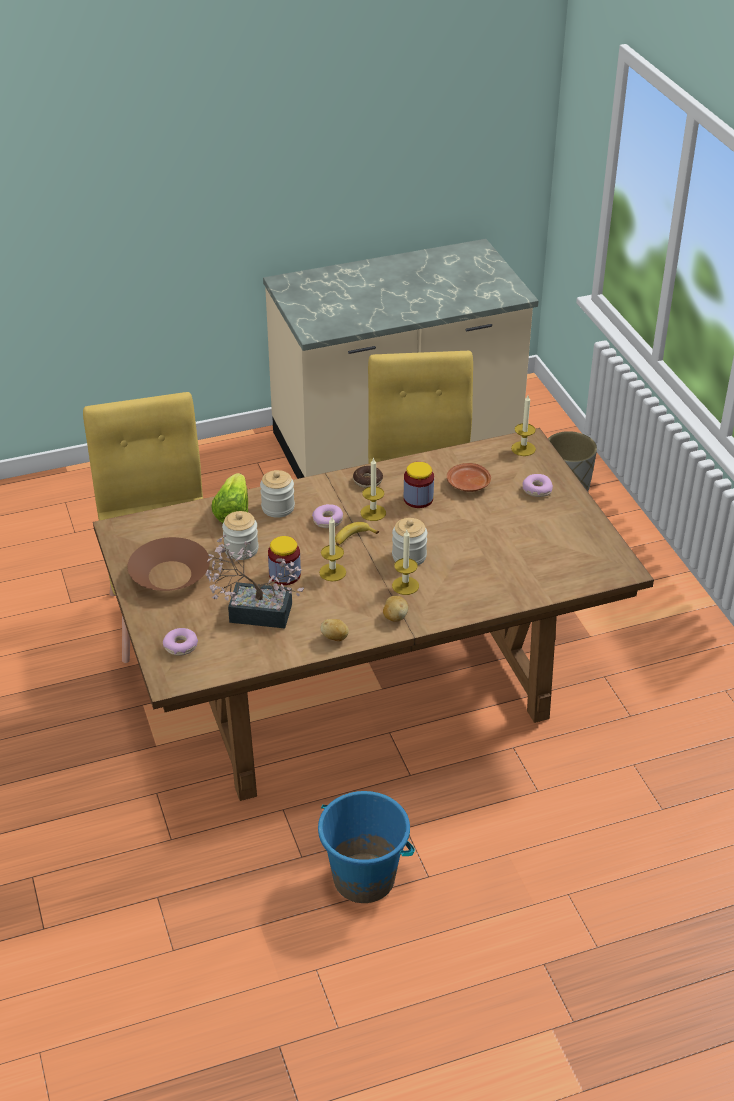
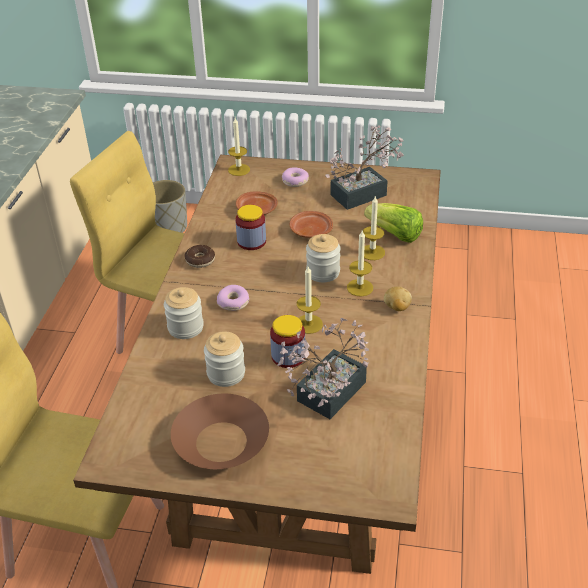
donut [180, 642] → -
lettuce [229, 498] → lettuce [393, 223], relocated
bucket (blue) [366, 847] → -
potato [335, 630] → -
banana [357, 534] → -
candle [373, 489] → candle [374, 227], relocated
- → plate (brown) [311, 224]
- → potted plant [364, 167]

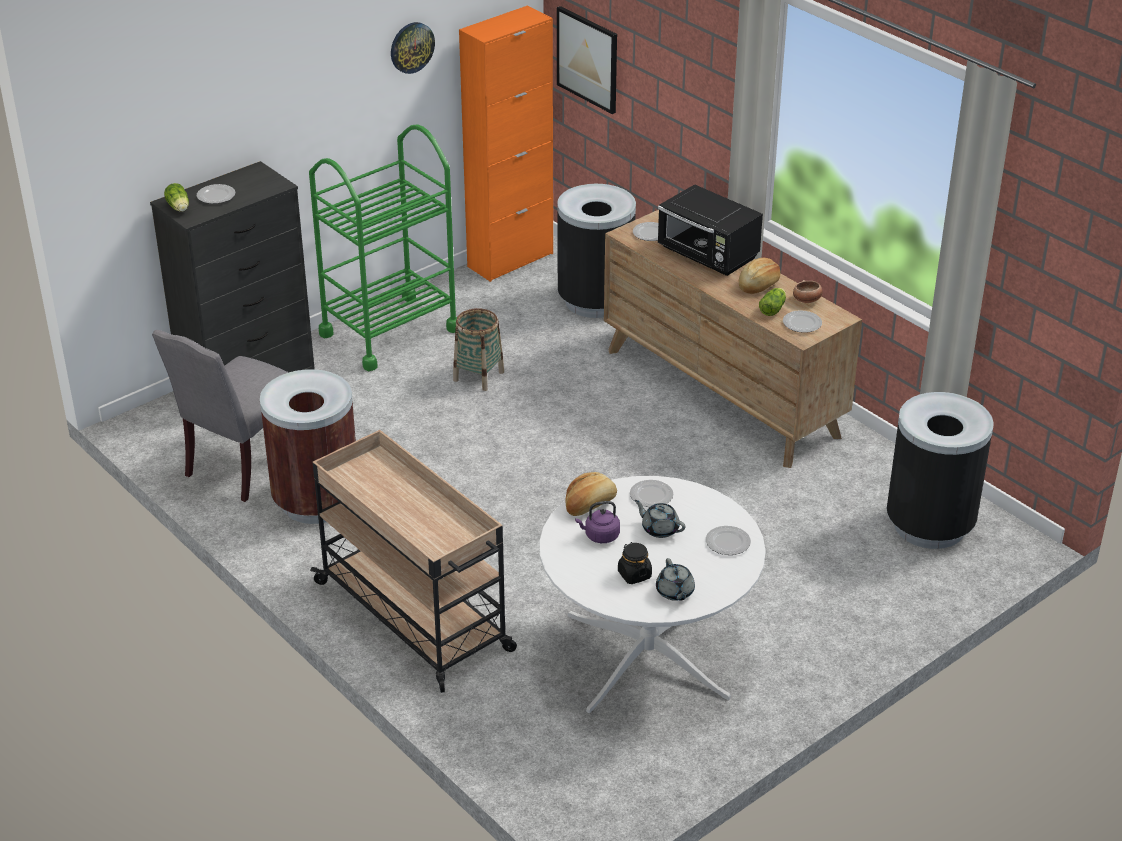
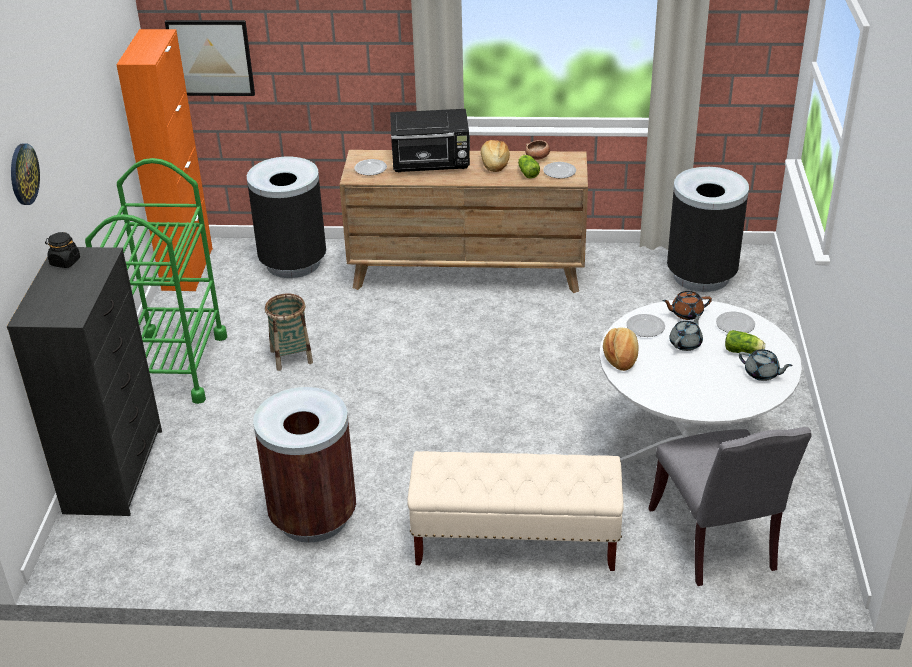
chair (grey) [220, 416] → chair (grey) [730, 506], relocated
lettuce [176, 197] → lettuce [745, 342], relocated
plate [216, 194] → -
cart (beige) [413, 561] → bench (beige) [515, 511]
wall clock [413, 48] → wall clock [25, 174], relocated
kettle (purple) [597, 522] → -
jar (black) [635, 563] → jar (black) [62, 250], relocated
teapot (grey) [659, 519] → teapot (grey) [686, 332], 135 degrees clockwise
- → teapot (brown) [687, 305]

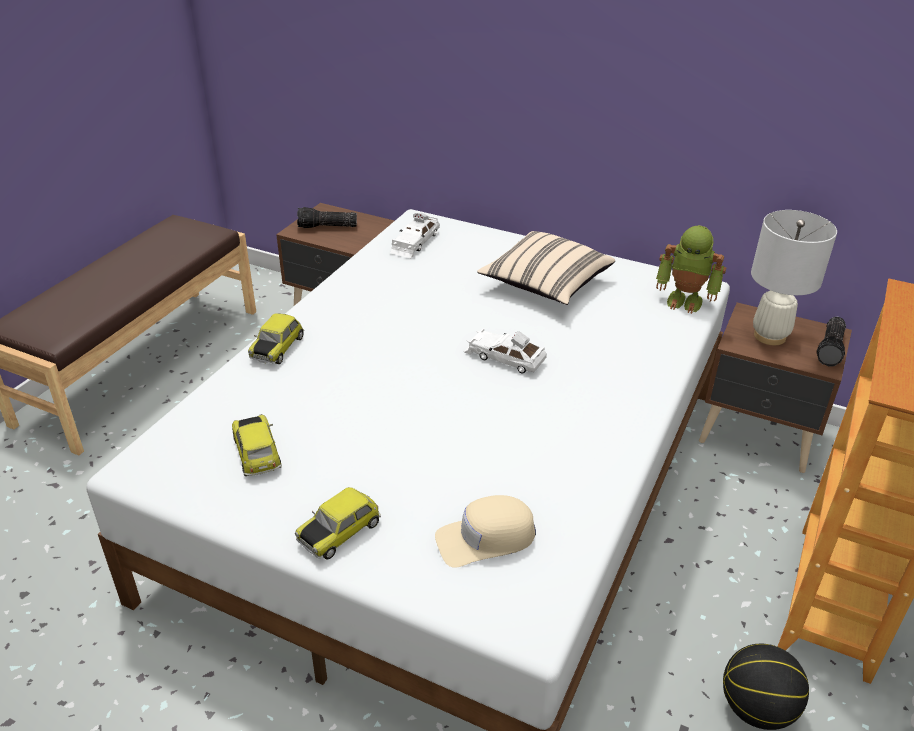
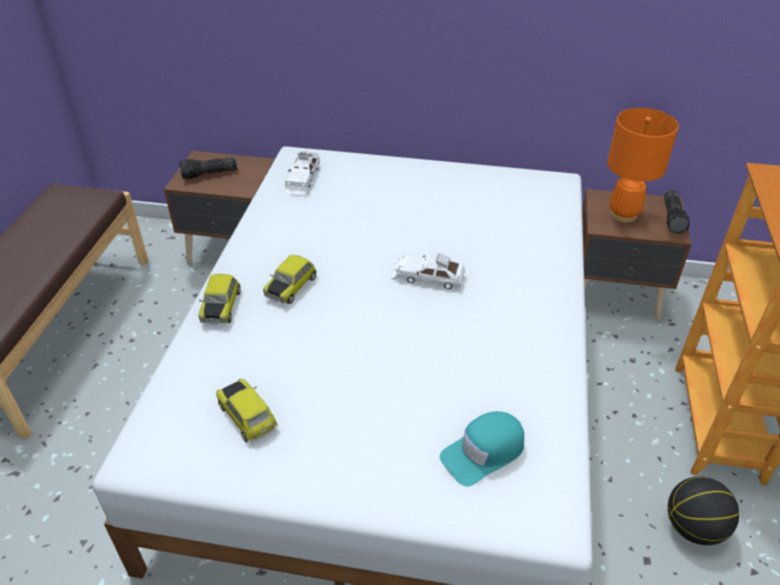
toy car [338, 523] → toy car [290, 279], relocated
cap (beige) [485, 531] → cap (turquoise) [482, 449]
pillow (beige) [546, 268] → -
toy robot [691, 269] → -
table lamp (white) [794, 277] → table lamp (orange) [643, 165]

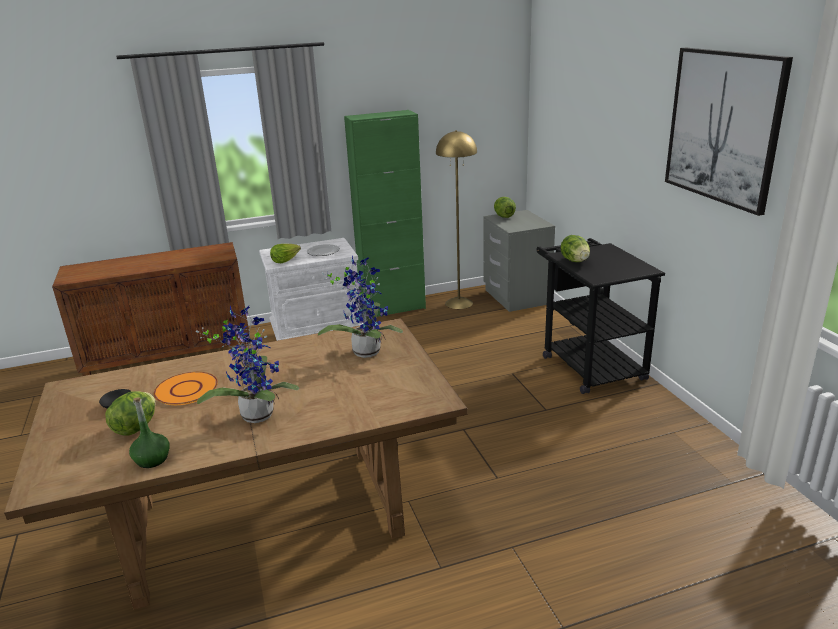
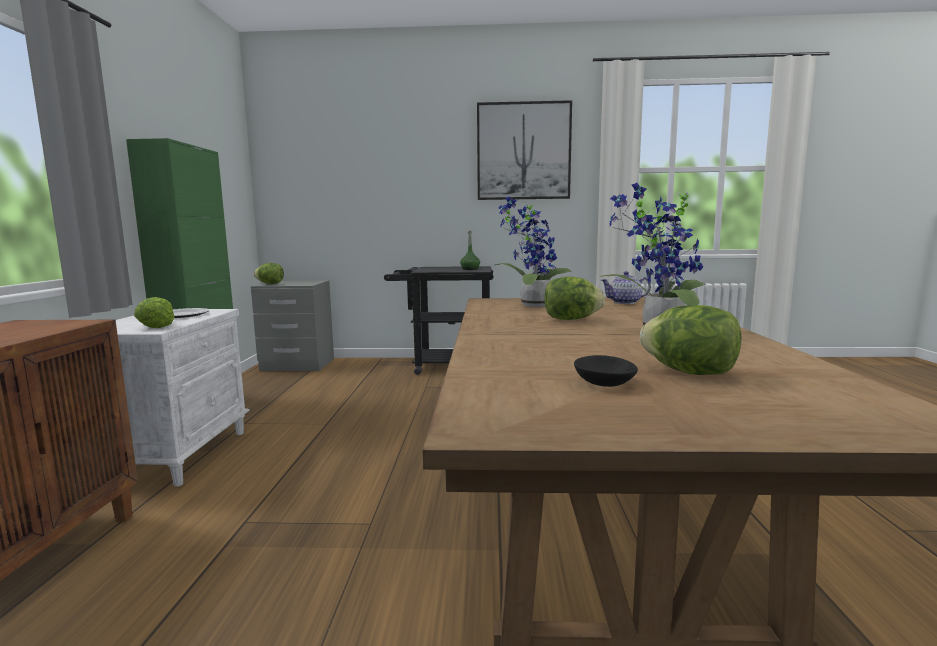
bottle (green) [149, 432] → bottle (green) [470, 250], relocated
plate (orange) [186, 388] → -
floor lamp (yellow) [456, 219] → -
lettuce [575, 248] → lettuce [574, 298], relocated
- → teapot [626, 287]

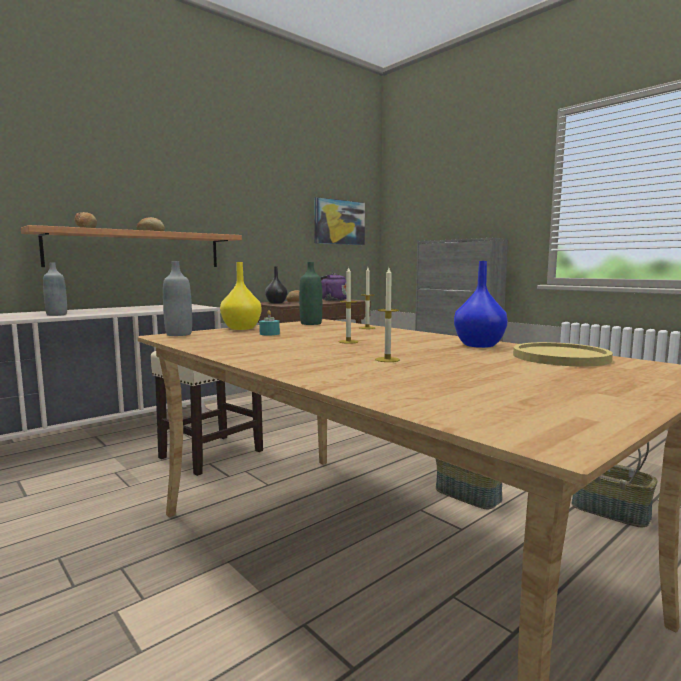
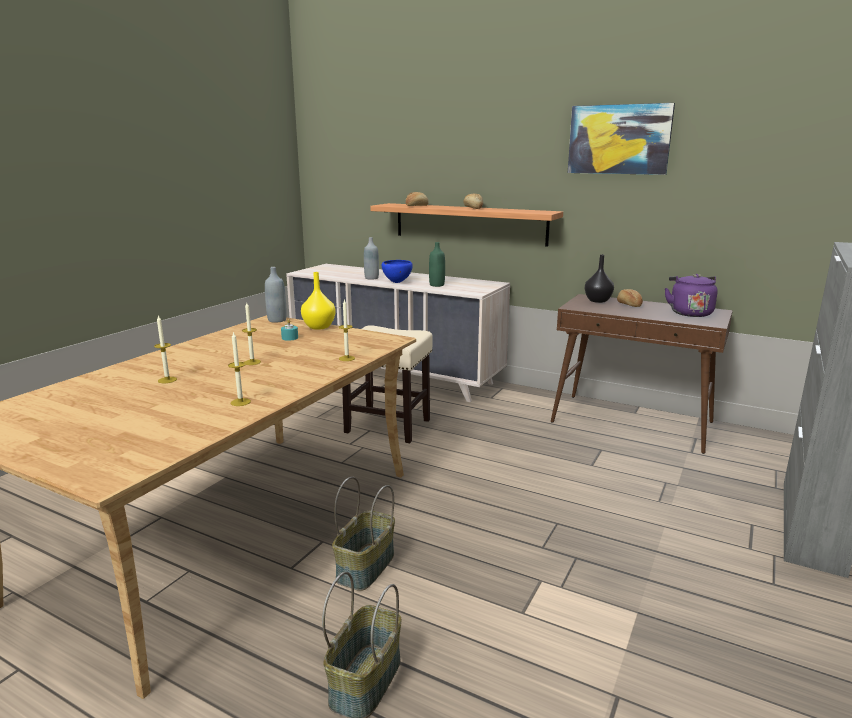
bottle (green) [310, 293] → bottle (green) [437, 264], relocated
picture [339, 221] → picture [621, 139], relocated
vase (blue) [481, 304] → candle [239, 369]
plate (yellow) [563, 354] → -
- → bowl (blue) [397, 271]

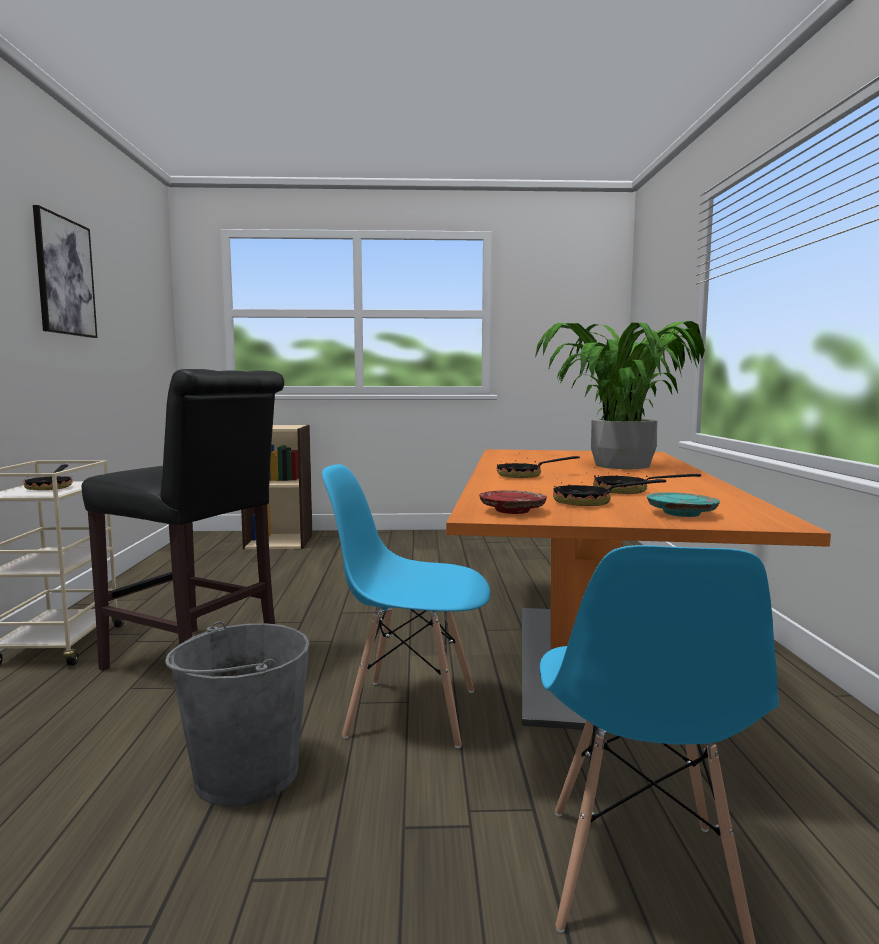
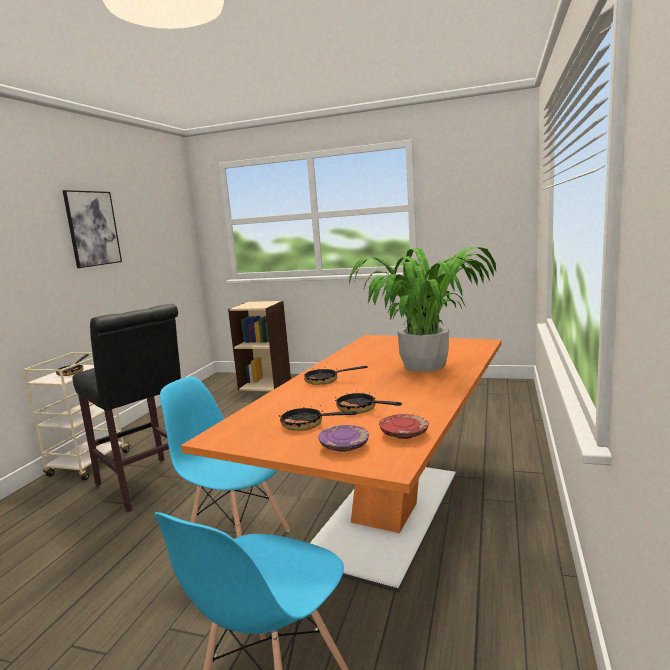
bucket (grey) [237, 714] → -
plate (red) [513, 502] → plate (red) [404, 426], relocated
plate (turquoise) [683, 504] → plate (purple) [343, 438]

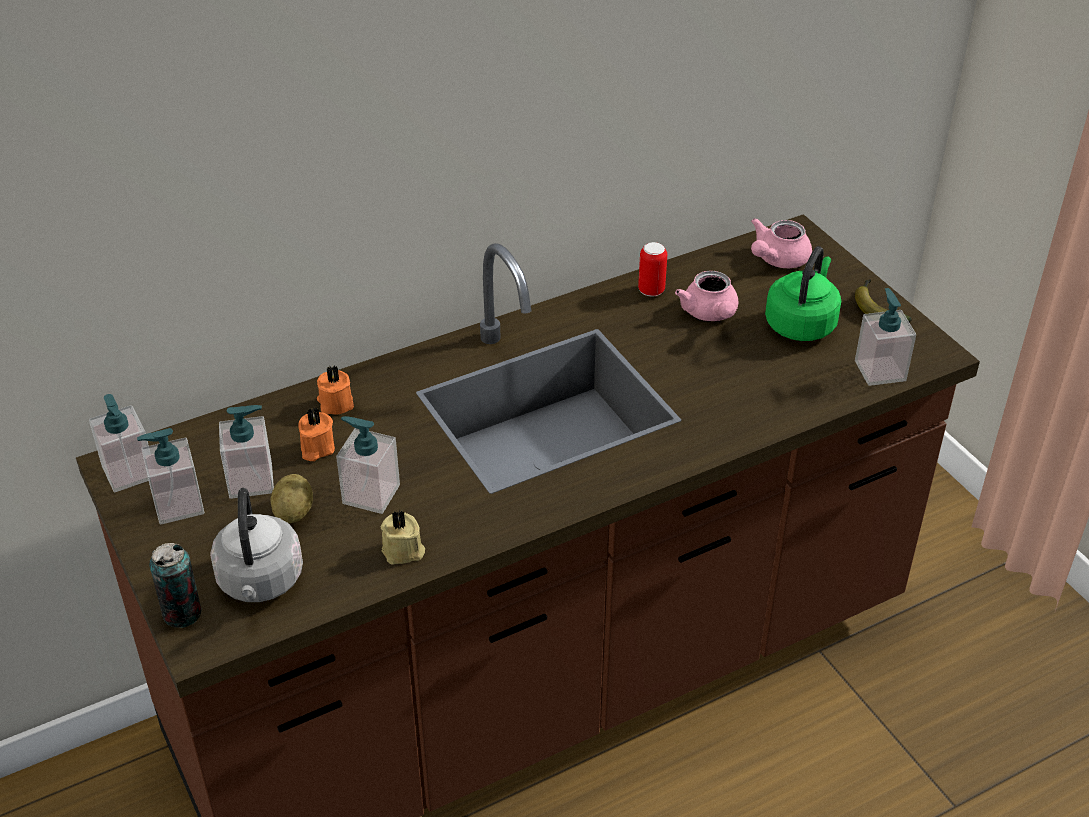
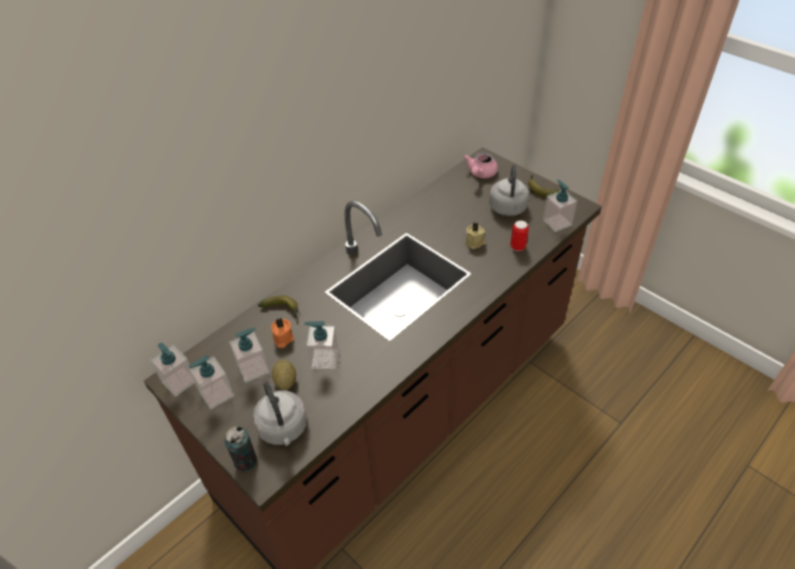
candle (orange) [335, 389] → banana [278, 306]
candle (beige) [403, 537] → candle (beige) [475, 236], relocated
can [652, 269] → can [519, 235], relocated
teapot (pink) [706, 296] → -
kettle (green) [803, 293] → kettle (grey) [509, 190]

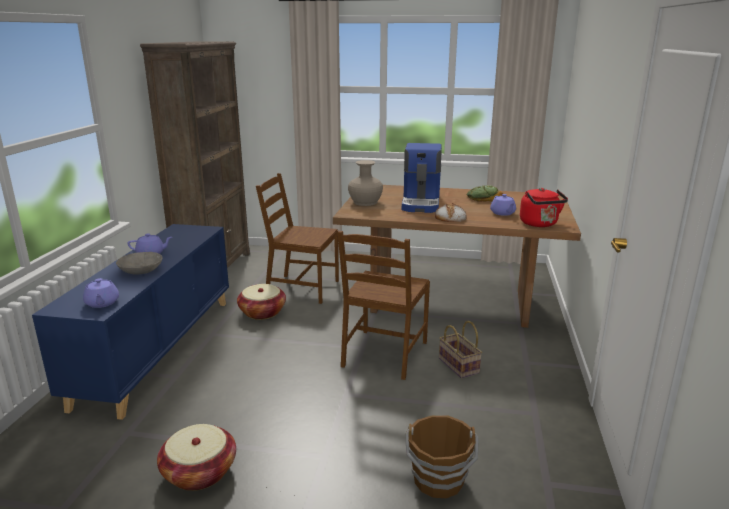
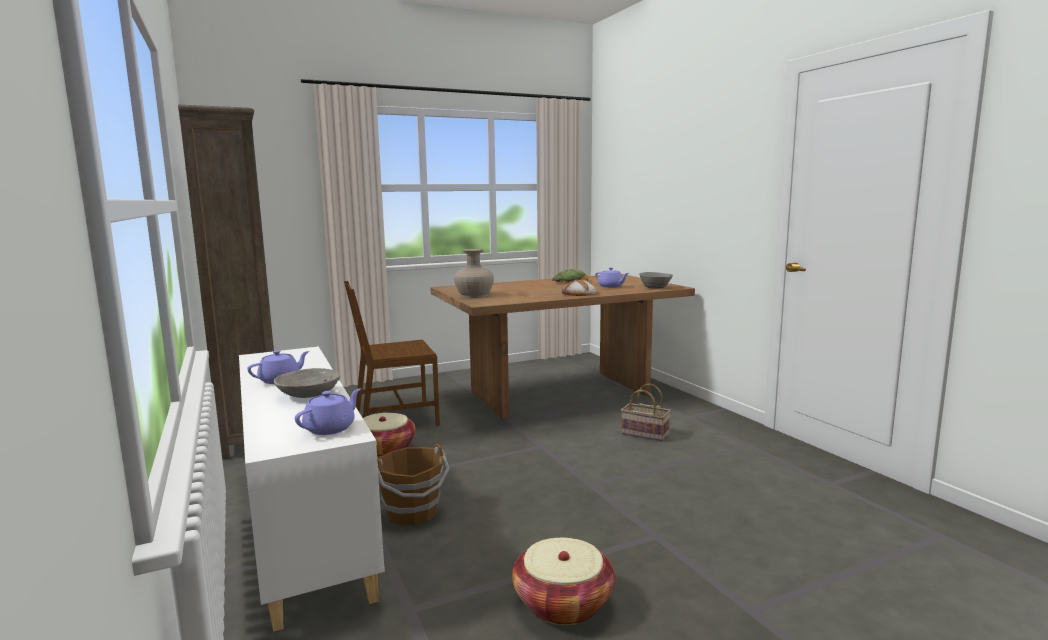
cabinet (blue) [130, 322] → cabinet (white) [312, 489]
teapot (purple) [101, 293] → teapot (purple) [328, 411], 90 degrees counterclockwise
chair (brown) [384, 305] → -
coffee machine [422, 178] → -
bucket (brown) [442, 456] → bucket (brown) [413, 485], relocated
kettle (red) [544, 207] → bowl (grey) [656, 280]

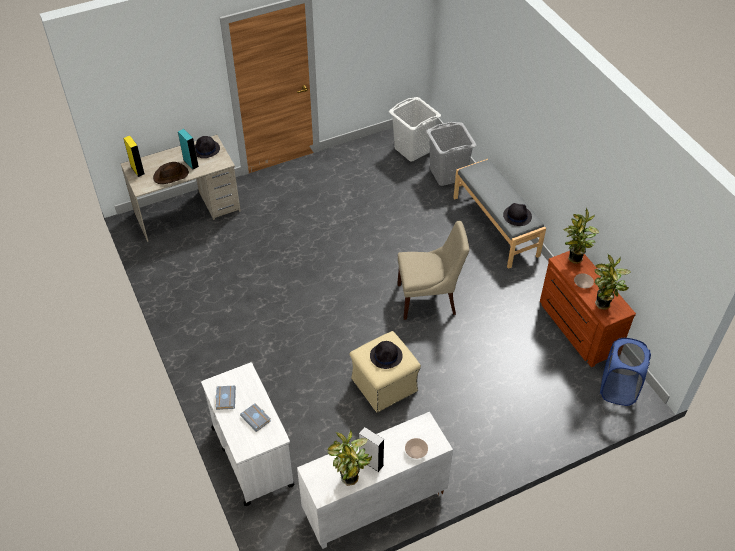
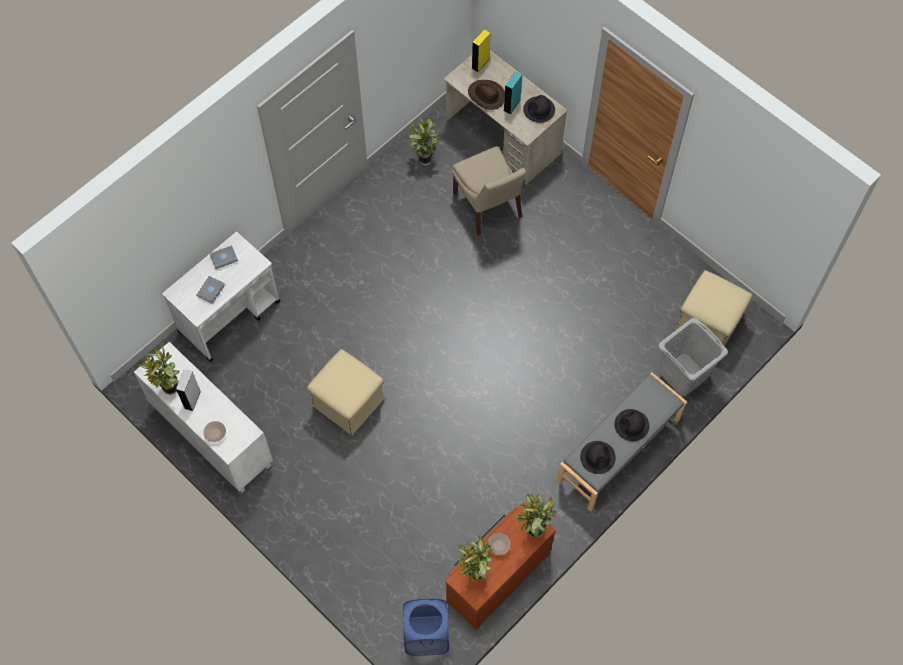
hat (black) [386, 355] → hat (black) [631, 425], relocated
laundry basket (white) [415, 129] → ottoman (beige) [714, 308]
chair (beige) [433, 270] → chair (beige) [489, 191], relocated
- → potted plant [424, 141]

